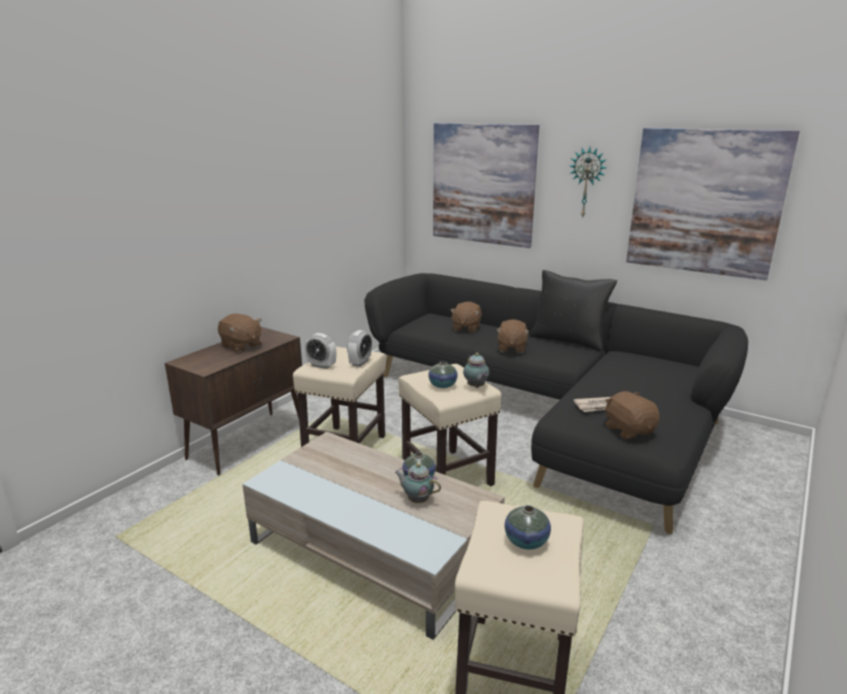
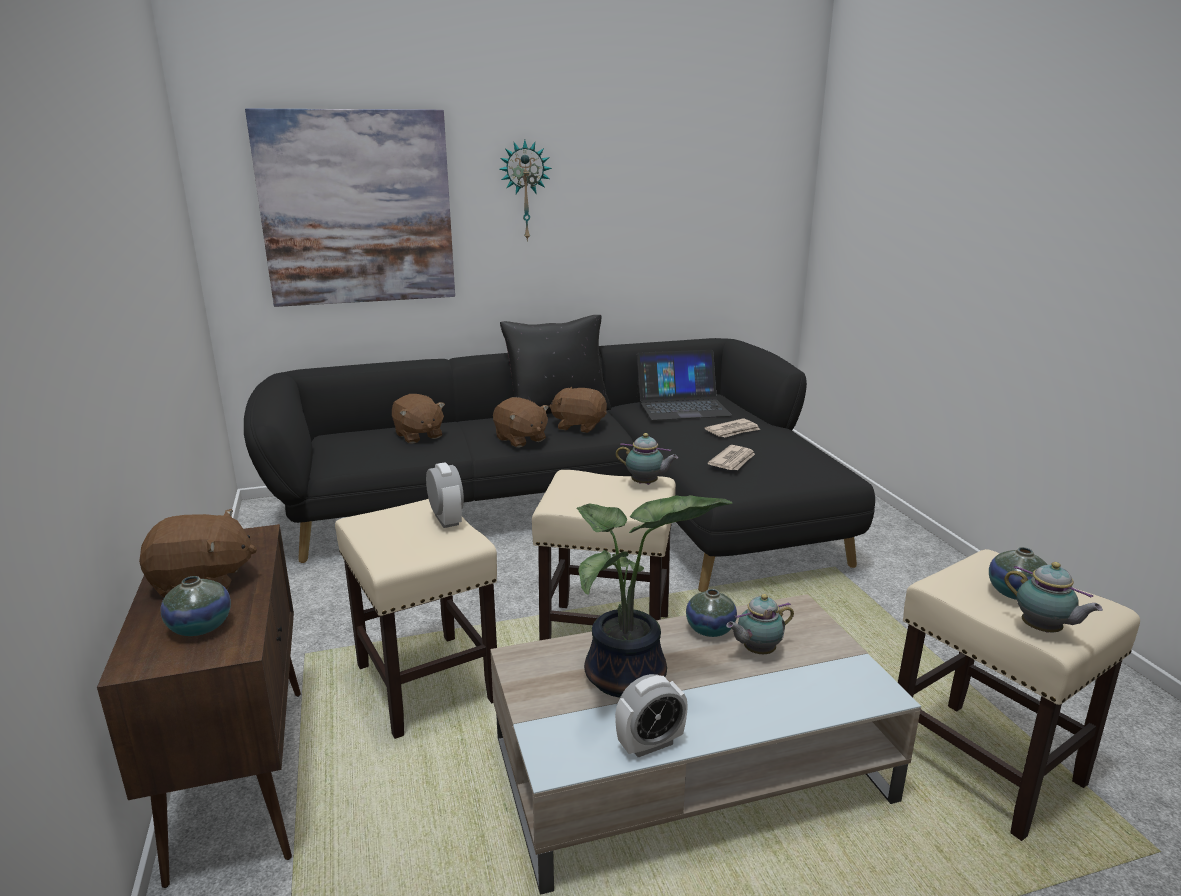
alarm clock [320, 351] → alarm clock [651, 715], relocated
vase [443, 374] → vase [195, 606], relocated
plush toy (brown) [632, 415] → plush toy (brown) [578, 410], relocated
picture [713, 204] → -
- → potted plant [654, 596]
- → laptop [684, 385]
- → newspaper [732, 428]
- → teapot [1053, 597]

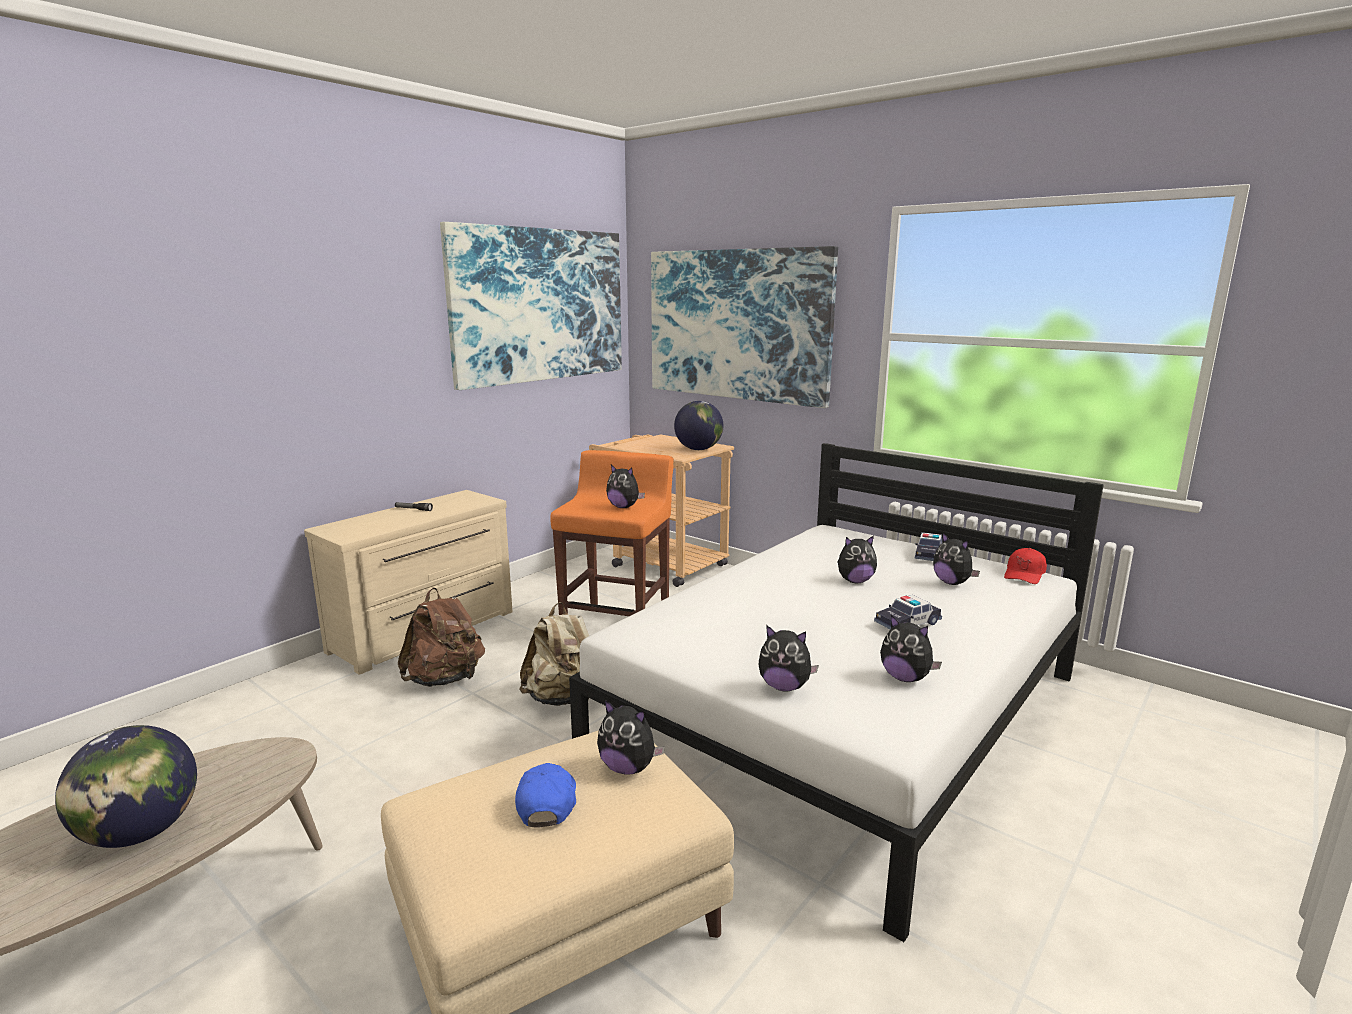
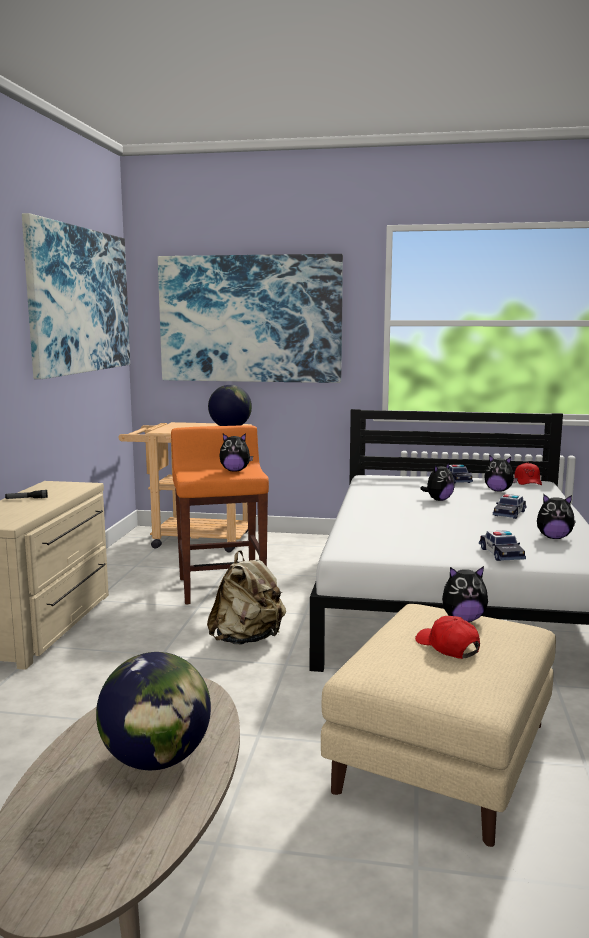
backpack (brown) [441, 637] → -
cap (blue) [545, 795] → cap (red) [447, 637]
plush toy [789, 659] → toy car [502, 545]

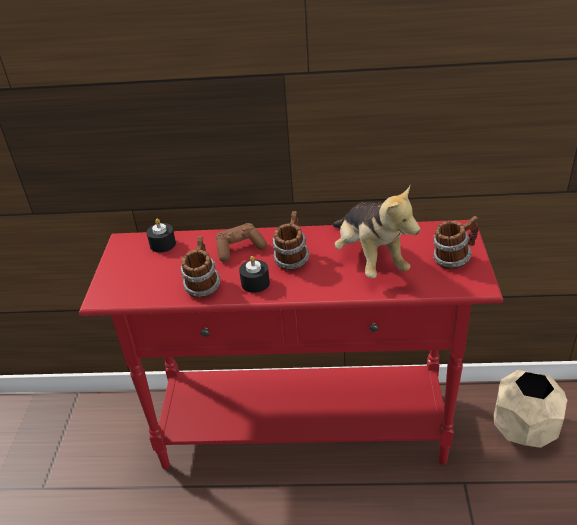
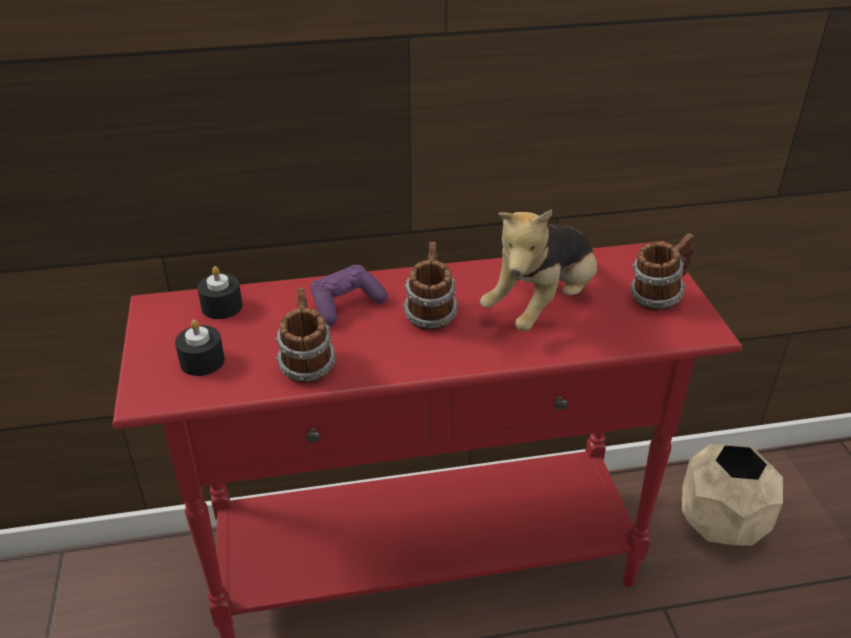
game controller (brown) [241, 243] → game controller (purple) [349, 295]
candle (black) [254, 274] → candle (black) [200, 348], relocated
plush toy [376, 231] → plush toy [538, 270], 75 degrees clockwise

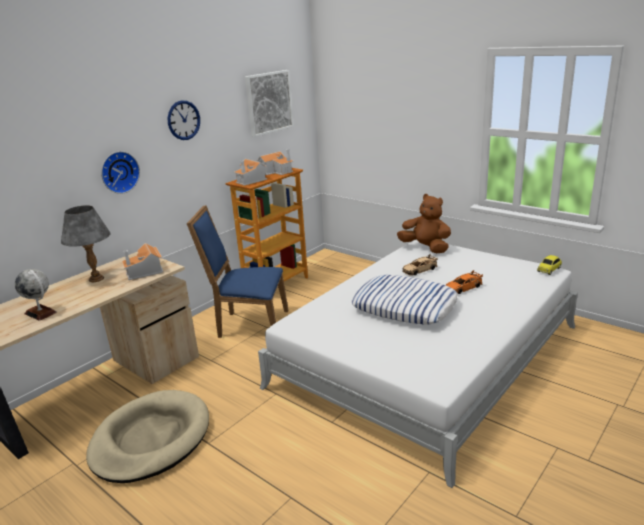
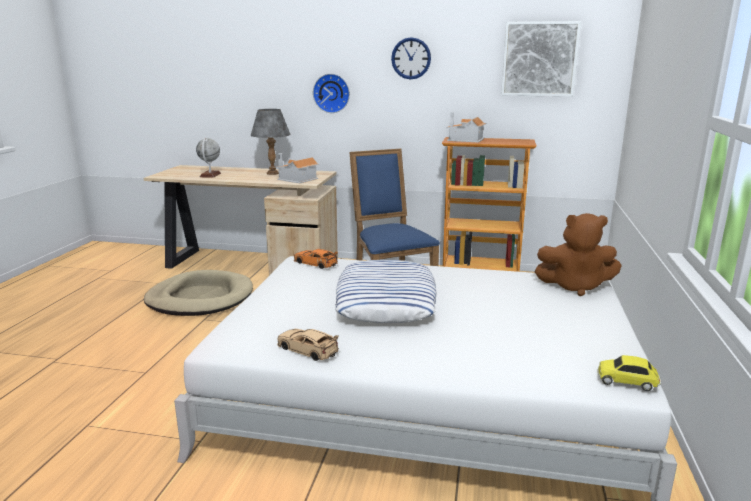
toy house [275, 162] → -
plush toy (brown) [424, 223] → plush toy (brown) [578, 254], 90 degrees clockwise
toy car (beige) [420, 264] → toy car (beige) [308, 345], relocated
toy car (orange) [464, 282] → toy car (orange) [316, 259], relocated

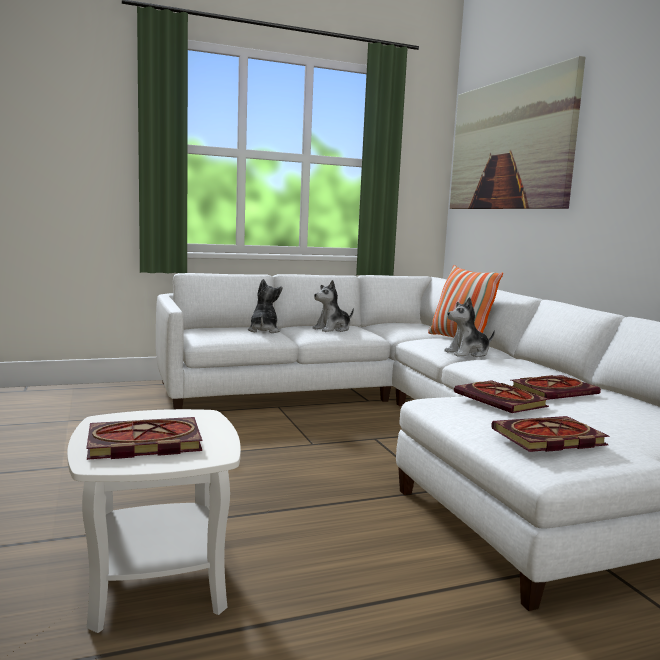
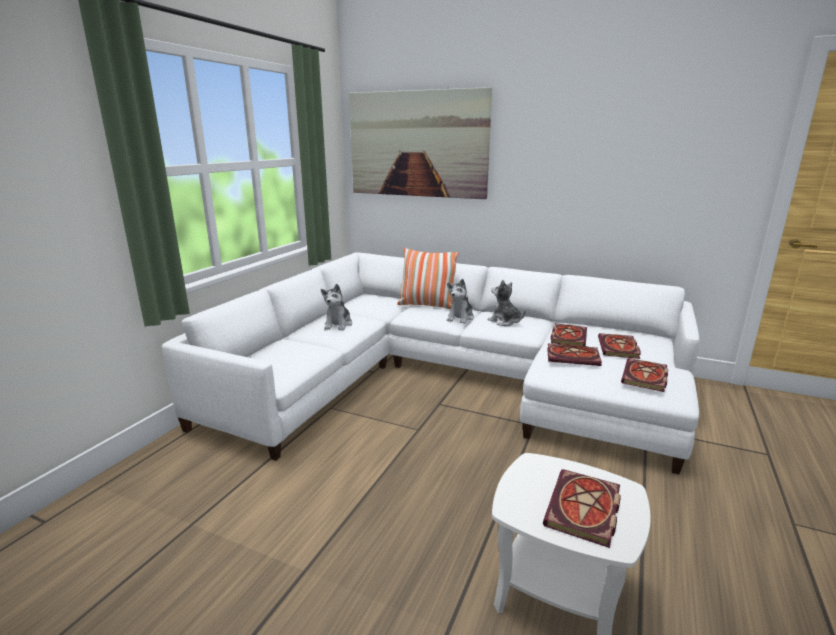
plush toy [265, 306] → plush toy [507, 303], relocated
- → book [619, 346]

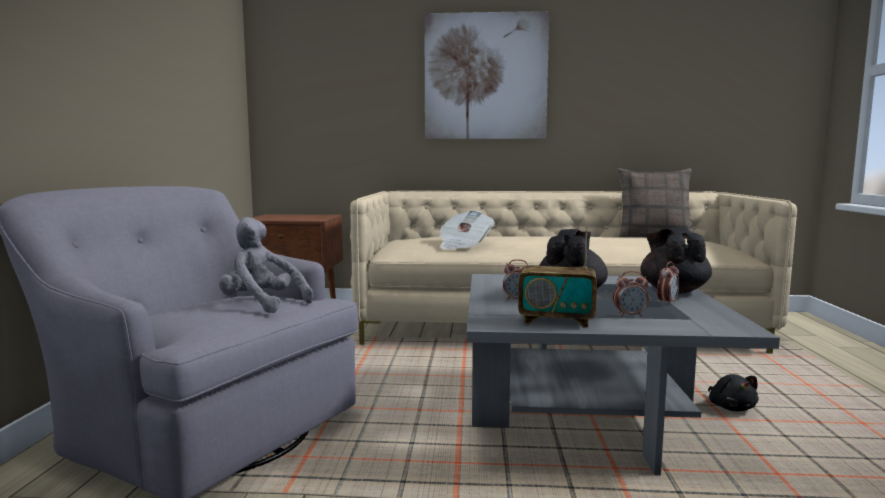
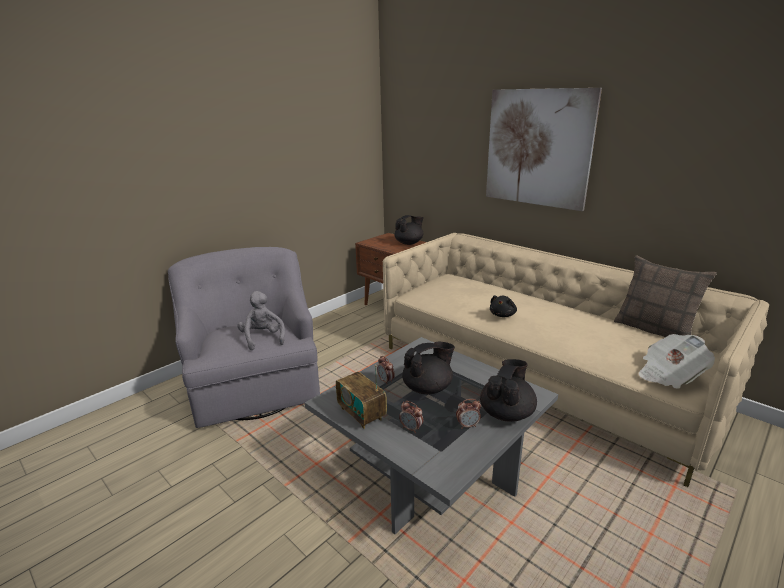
newspaper [467, 230] → newspaper [676, 361], relocated
plush toy (black) [733, 392] → plush toy (black) [503, 306], relocated
- → teapot (black) [409, 230]

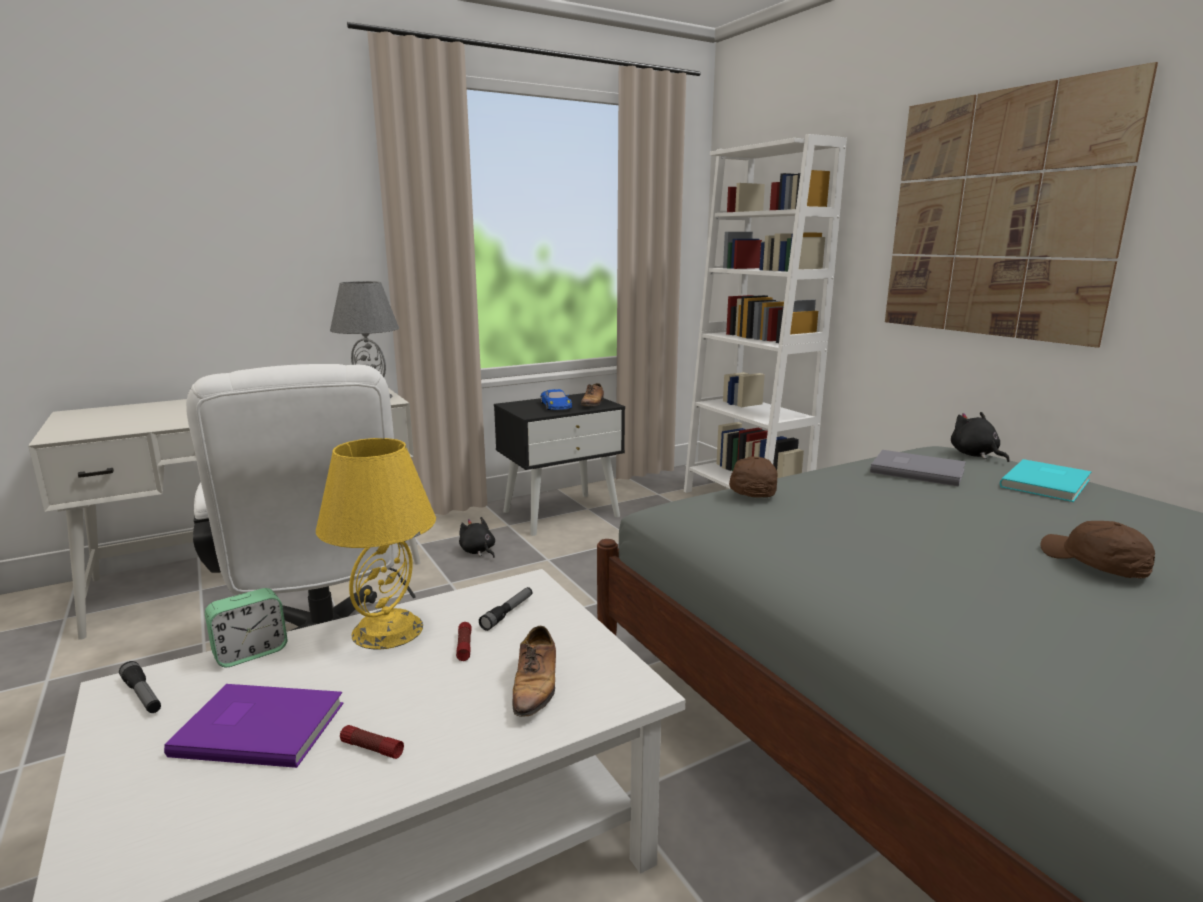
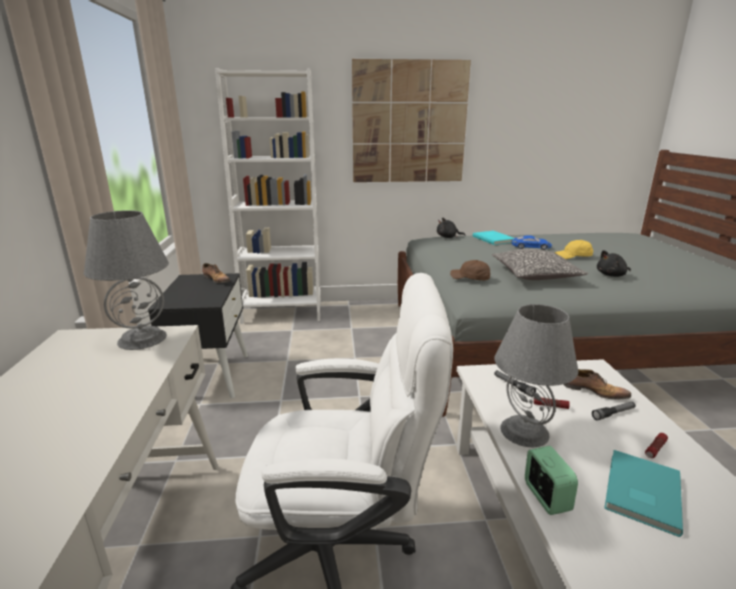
flashlight [140, 687] → flashlight [614, 411], relocated
book (purple) [254, 726] → book (turquoise) [643, 493]
table lamp (yellow) [376, 543] → table lamp (grey) [536, 375]
plush toy (black) [477, 537] → plush toy (black) [614, 263], relocated
toy car (blue) [556, 399] → toy car (blue) [531, 243], relocated
book (grey) [918, 468] → -
cap (brown) [1097, 549] → cap (yellow) [574, 249]
- → pillow [540, 264]

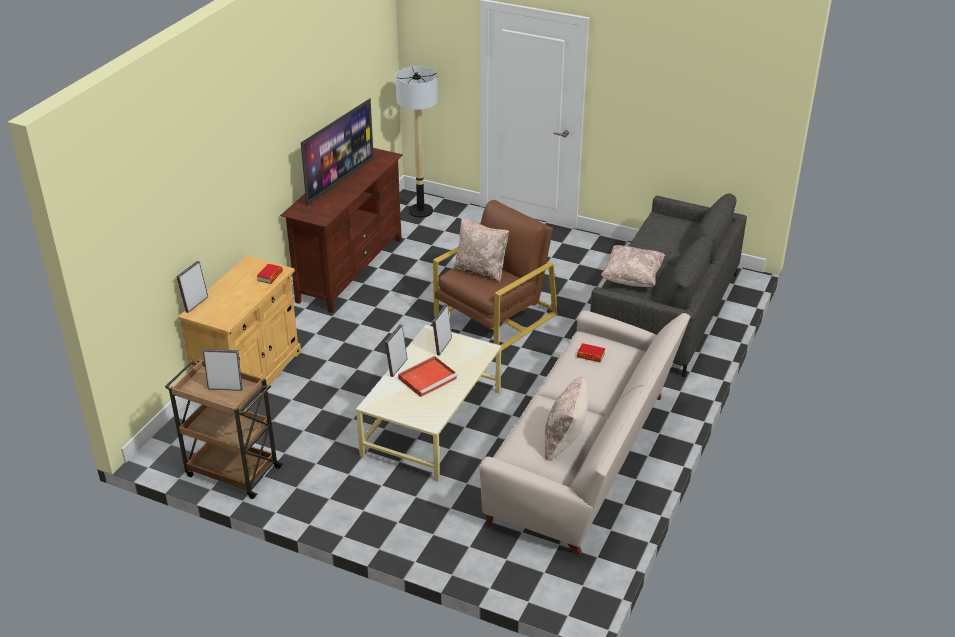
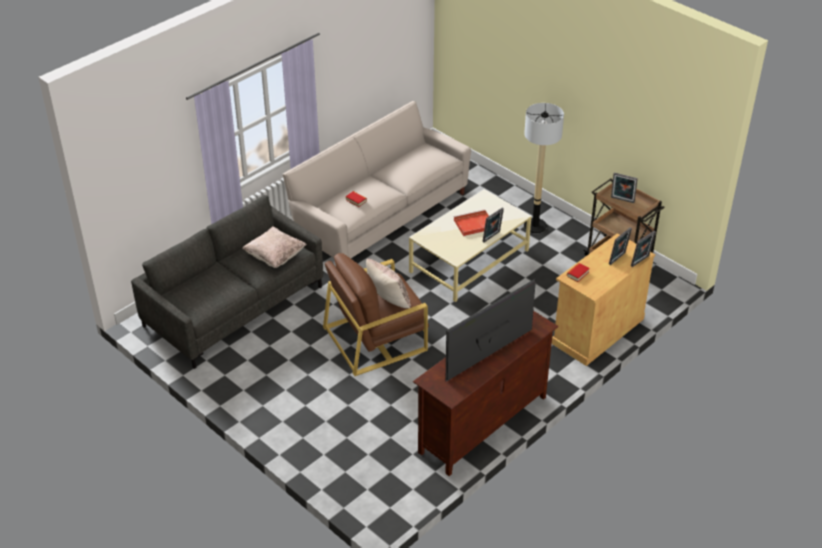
floor lamp [417, 142] → floor lamp [544, 168], relocated
picture frame [442, 330] → picture frame [620, 246], relocated
pillow (beige) [566, 418] → -

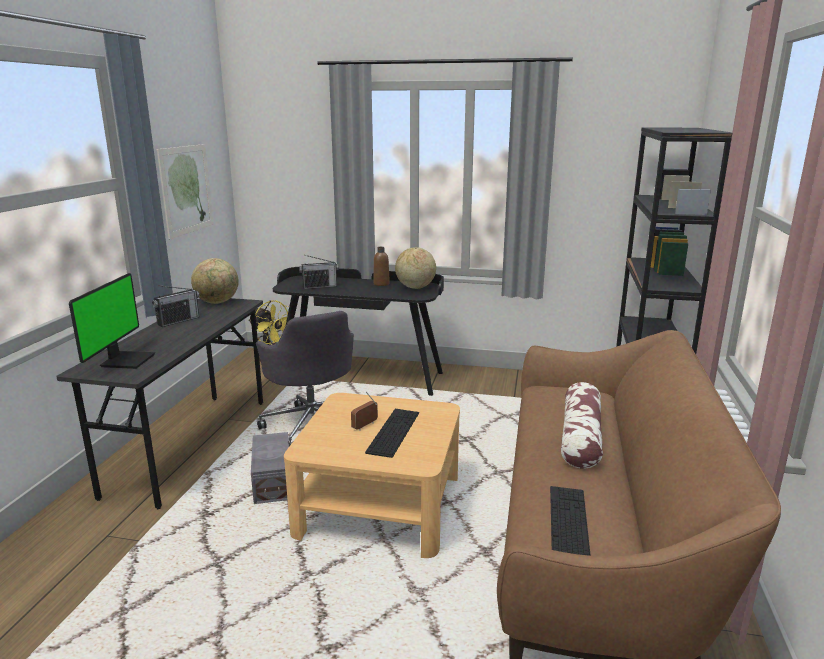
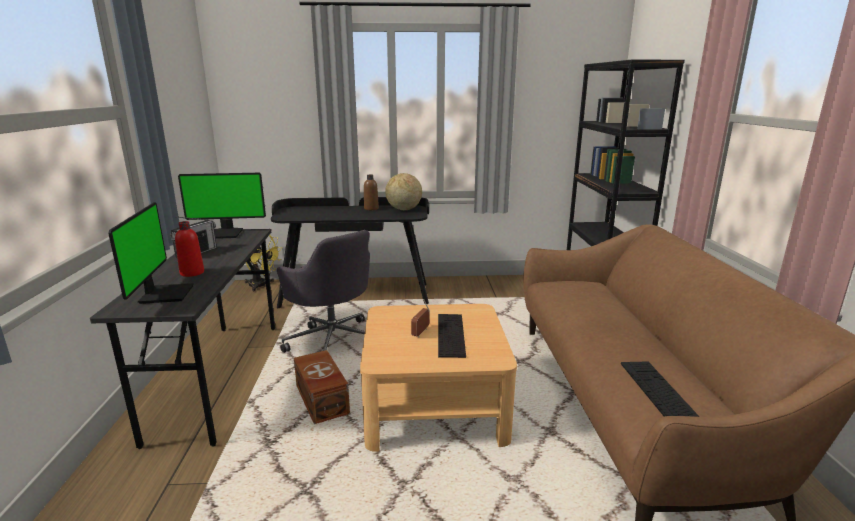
picture [185, 192] → -
globe [215, 281] → monitor [222, 206]
storage box (grey) [270, 468] → storage box (brown) [322, 387]
radio [319, 272] → -
pillow [582, 425] → -
- → bottle (red) [189, 249]

